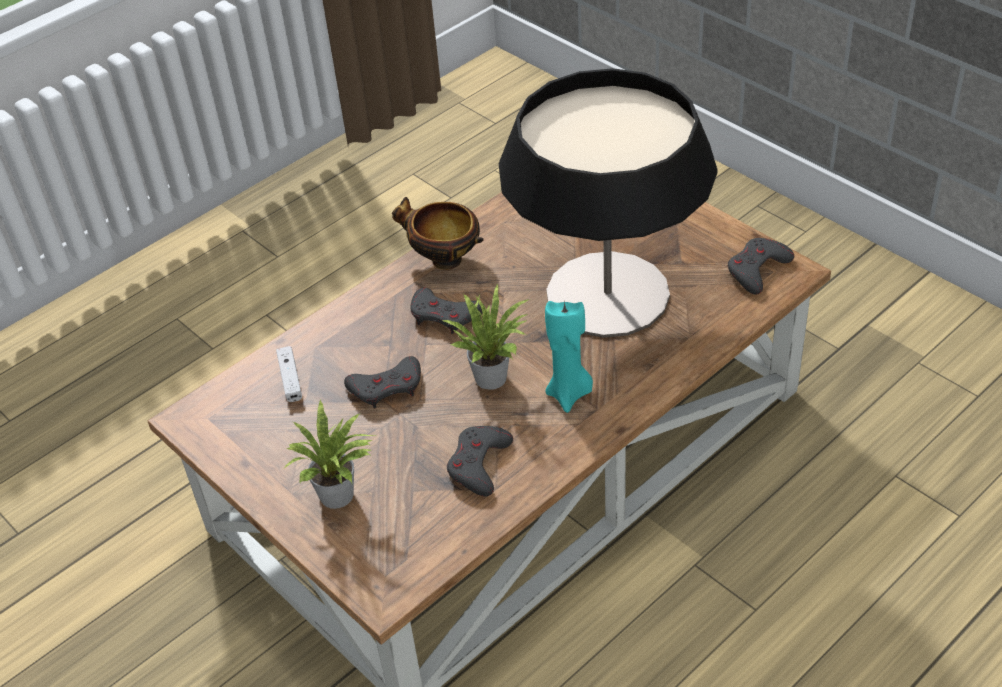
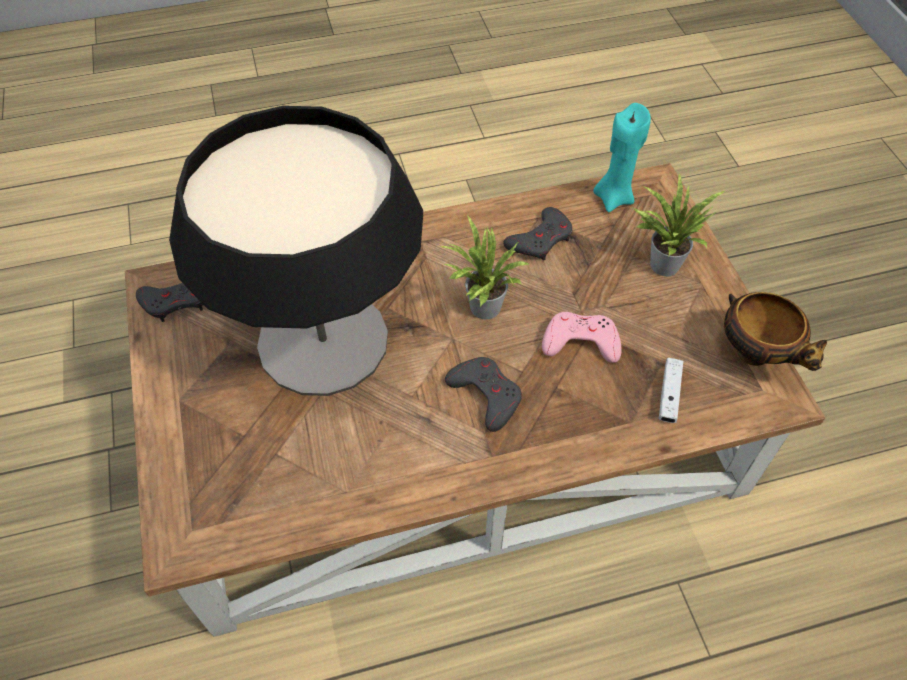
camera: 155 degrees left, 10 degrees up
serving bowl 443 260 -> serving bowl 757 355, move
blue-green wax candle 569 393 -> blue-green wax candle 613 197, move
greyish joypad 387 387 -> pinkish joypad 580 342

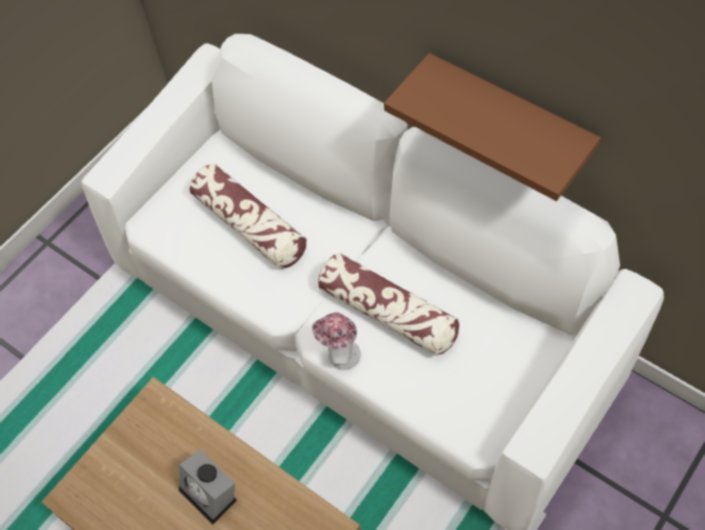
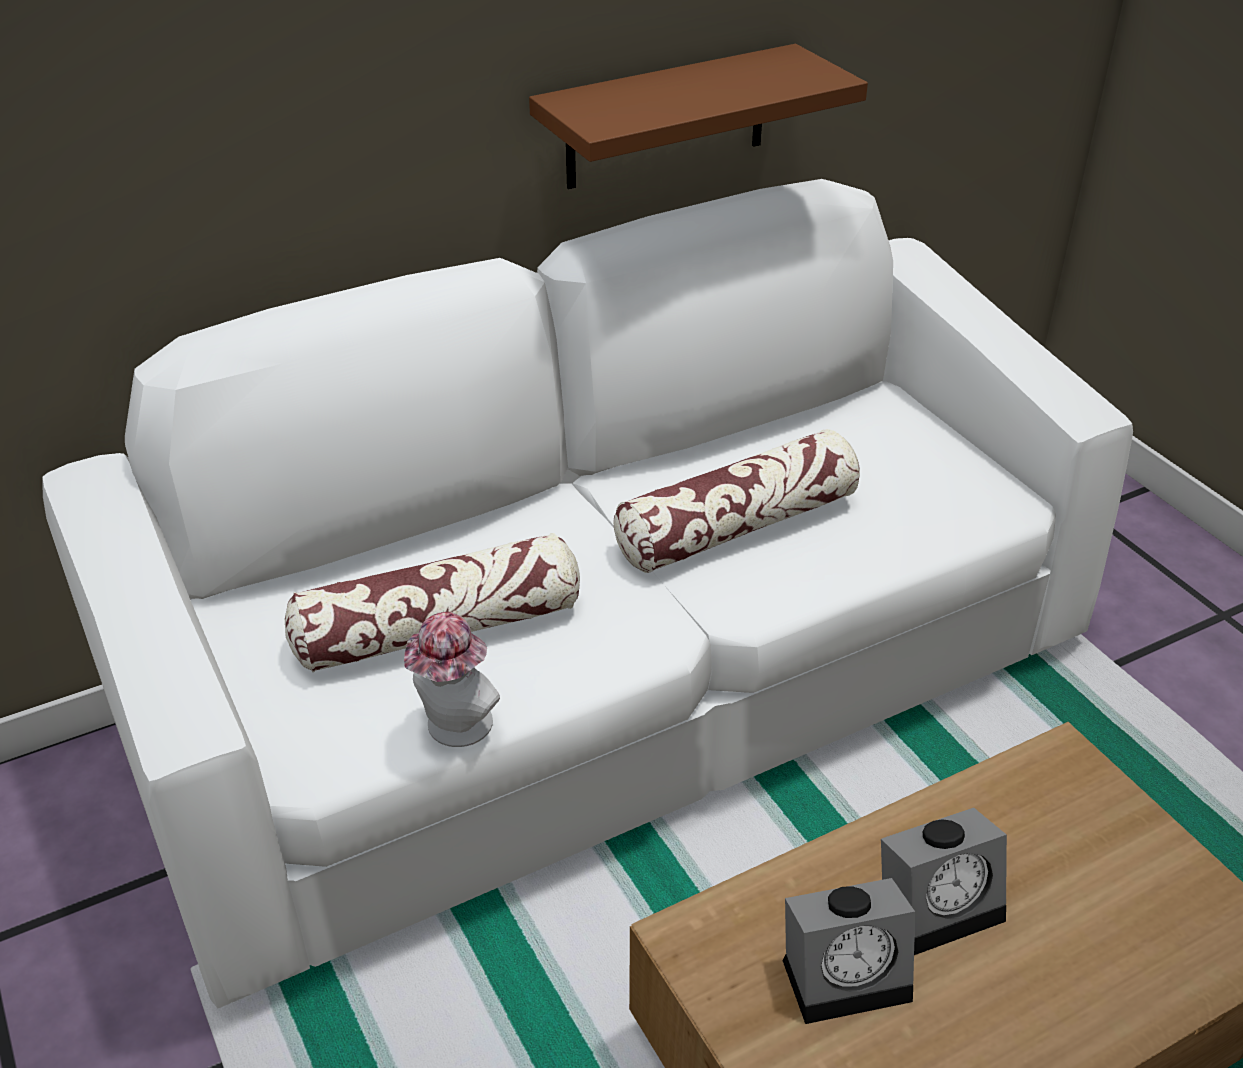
camera: 70 degrees left, 20 degrees down
hat 339 355 -> hat 455 729, move
none -> alarm clock 848 974

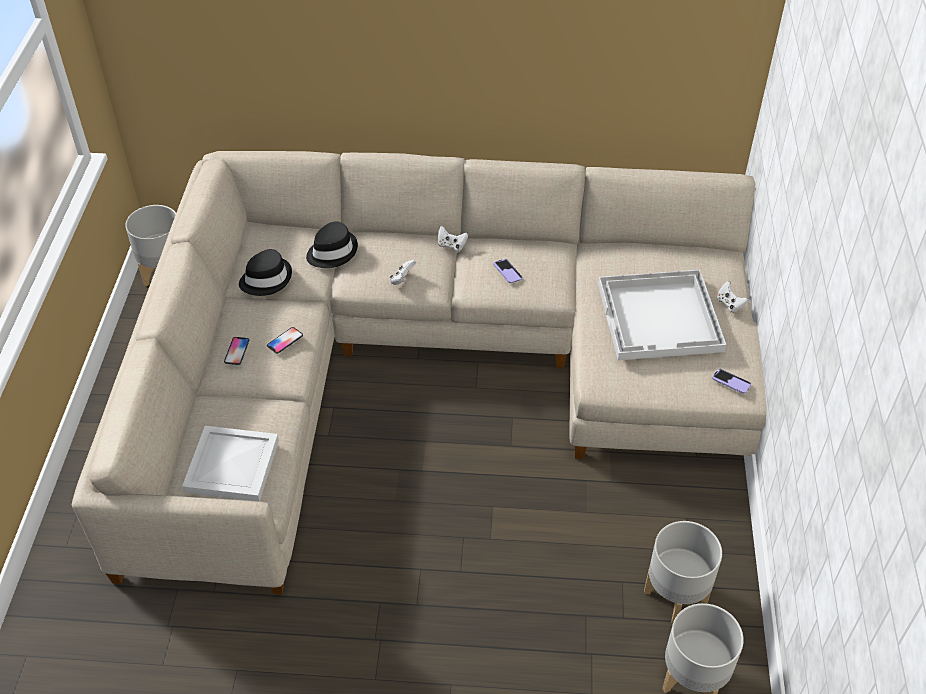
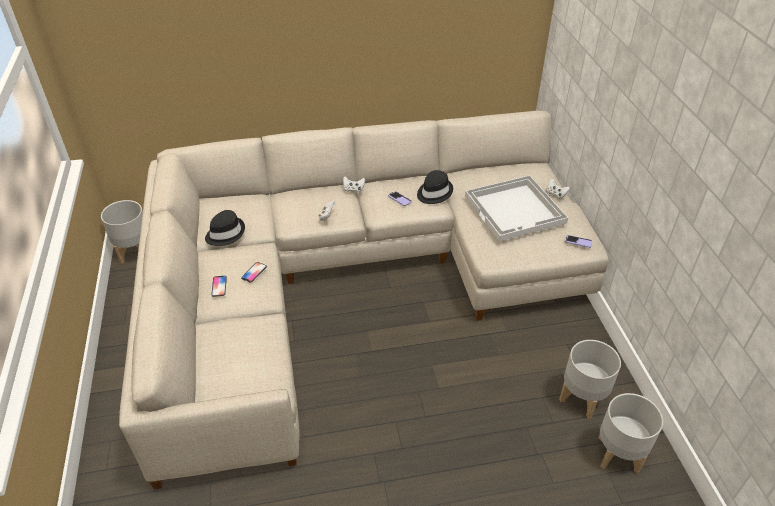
camera: 15 degrees left, 5 degrees down
black-coloured hat 332 251 -> black-coloured hat 434 192, move
white-coloured tray 233 467 -> none

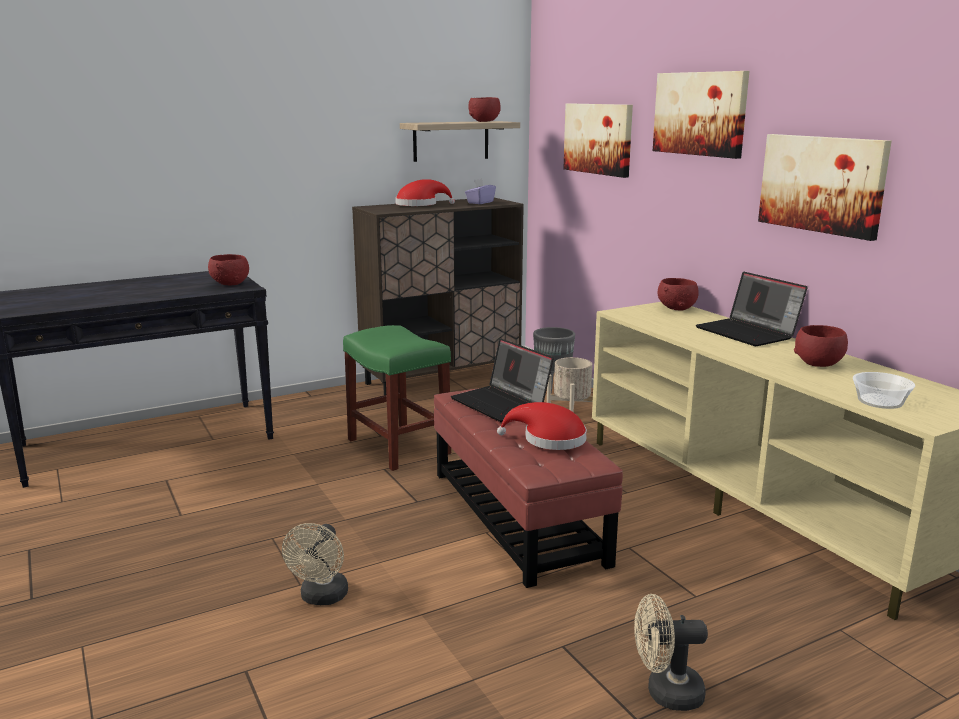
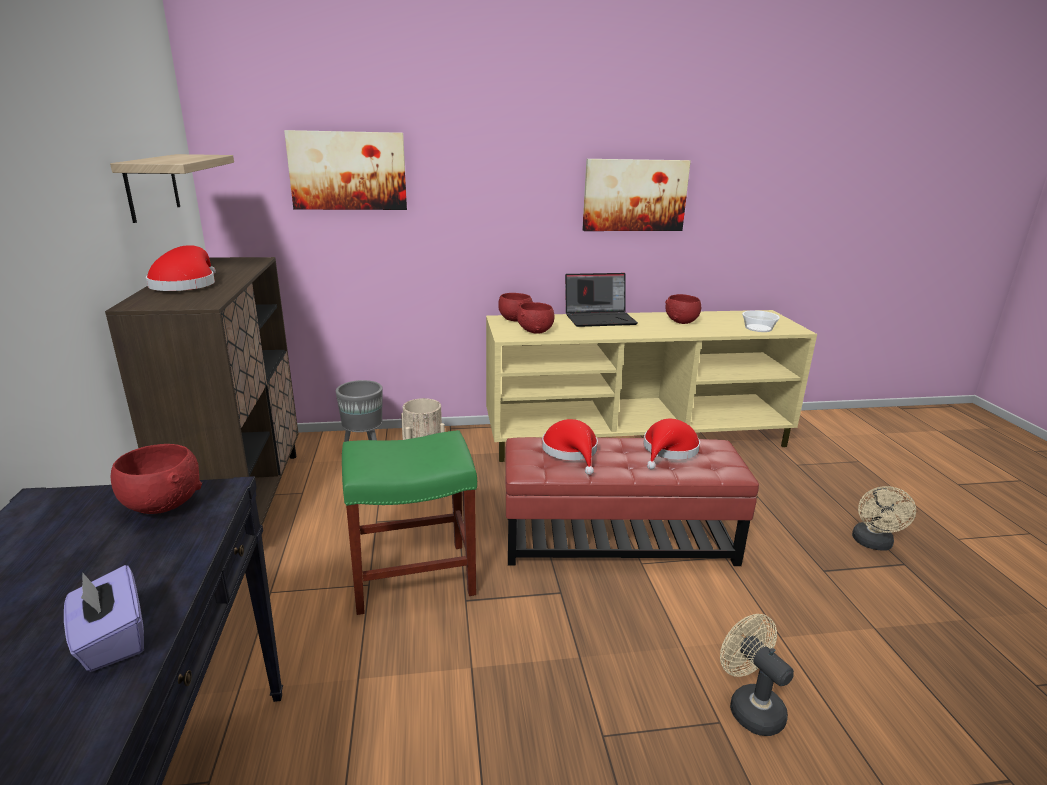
camera: 70 degrees left, 5 degrees up
wall art 700 113 -> none
red-coloured serving bowl 484 121 -> red-coloured serving bowl 535 331, move
purple-coloured box of tissues 480 202 -> purple-coloured box of tissues 111 640, move
laptop 502 403 -> red-coloured hat 571 452
sand-coloured cooling fan 322 598 -> sand-coloured cooling fan 749 706, 150 degrees counterclockwise

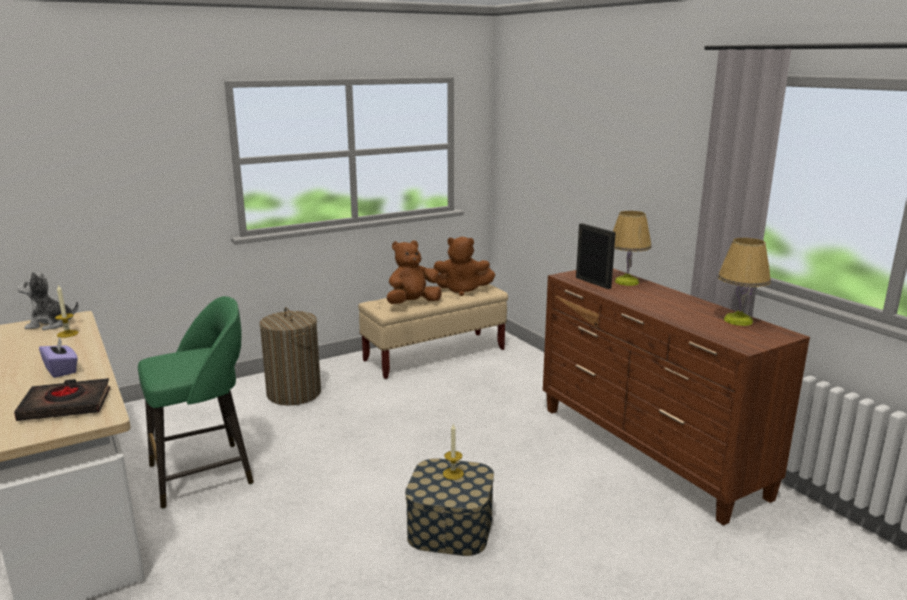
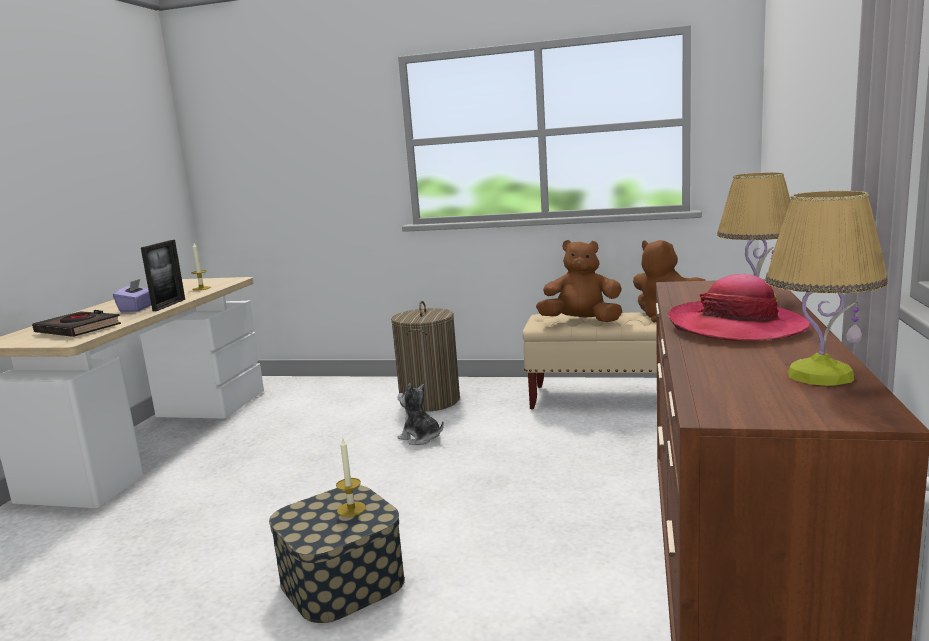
camera: 45 degrees right, 5 degrees down
photo frame 593 282 -> photo frame 169 305, move
plush toy 50 324 -> plush toy 420 438, move
greenish stool 204 473 -> none
none -> hat 736 327

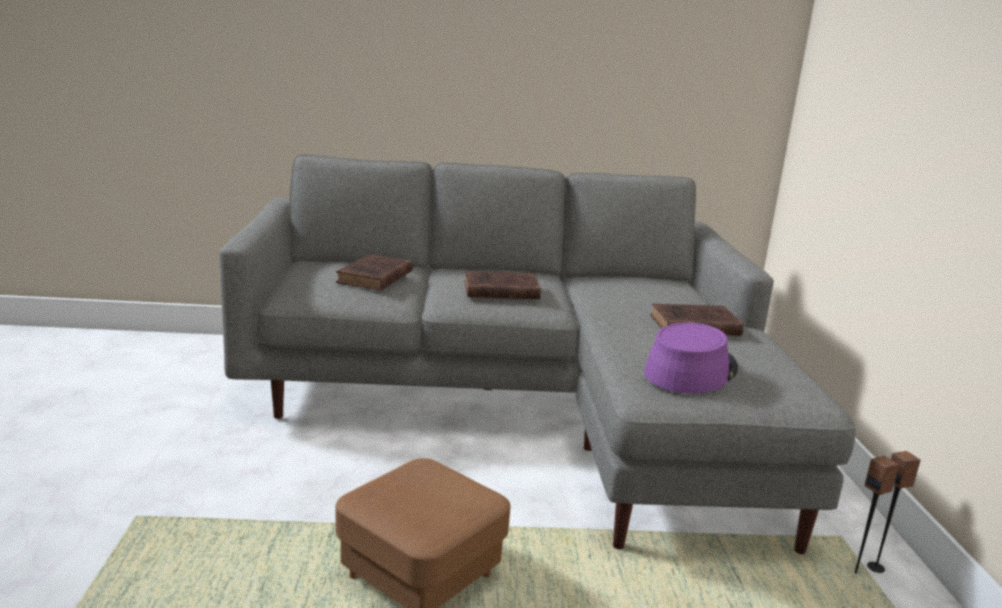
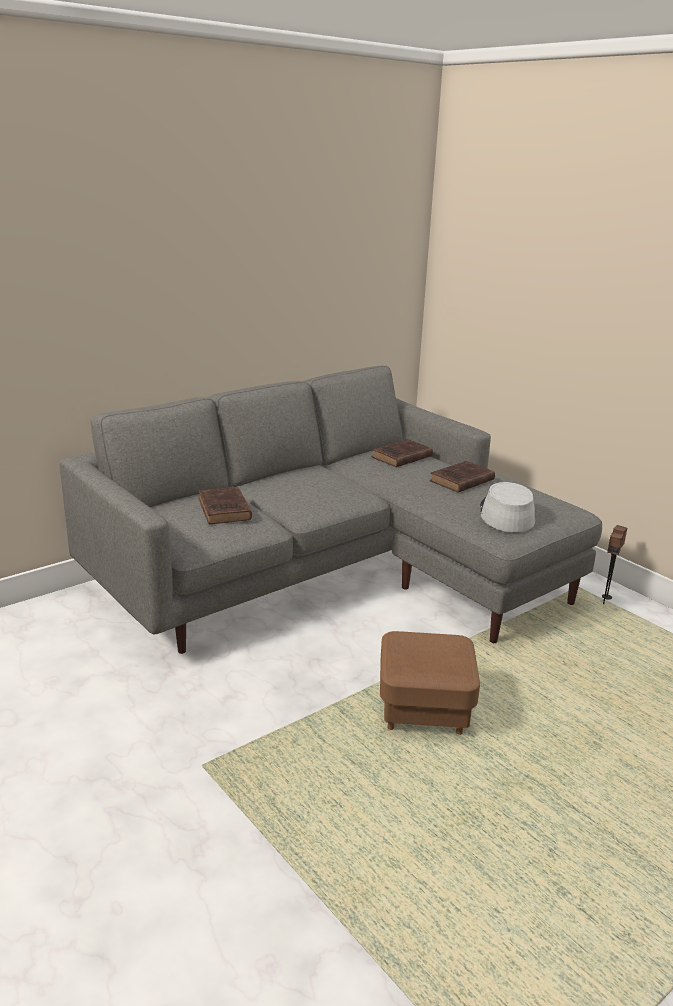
camera: 35 degrees left, 5 degrees up
brown volume 498 291 -> brown volume 400 457, move
purple-coloured hat 690 370 -> greyish hat 506 514

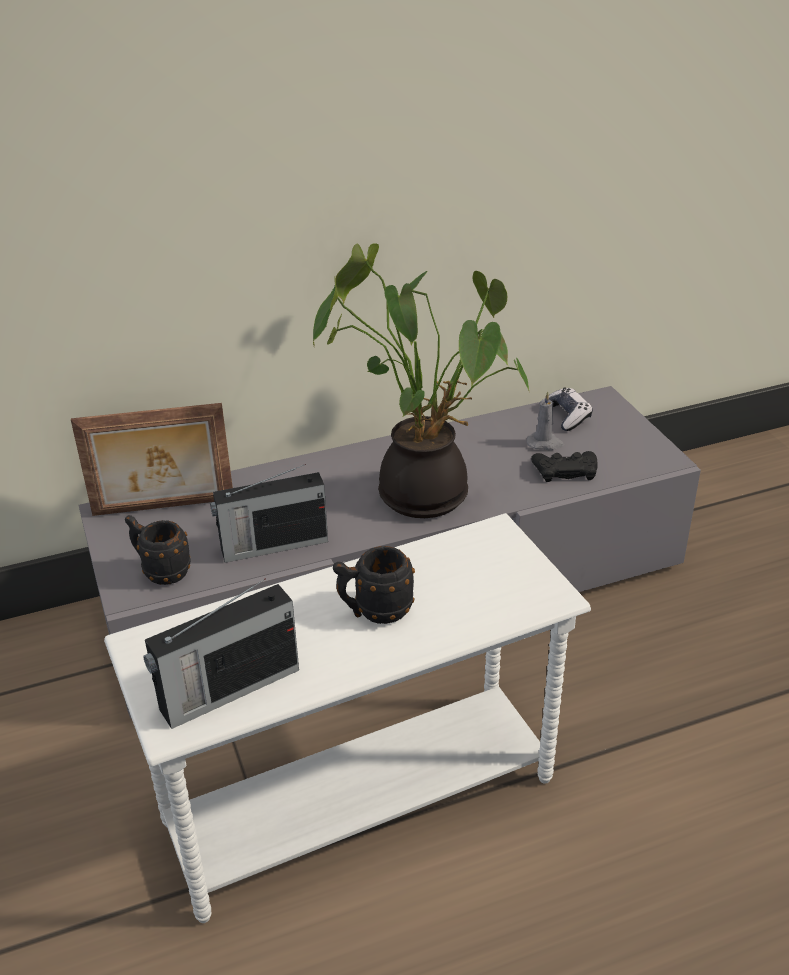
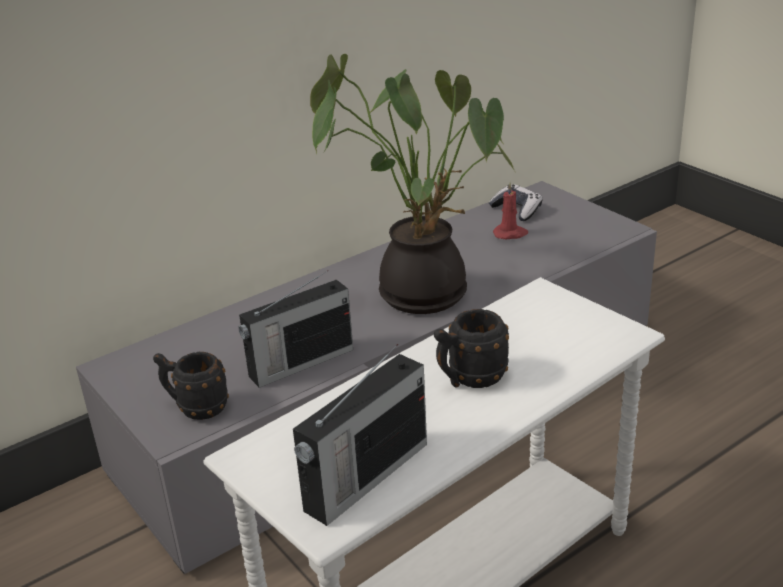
camera: 15 degrees left, 5 degrees down
greyish wax candle 545 443 -> red-coloured wax candle 510 234
photo frame 163 508 -> none
black-coloured joypad 565 470 -> none

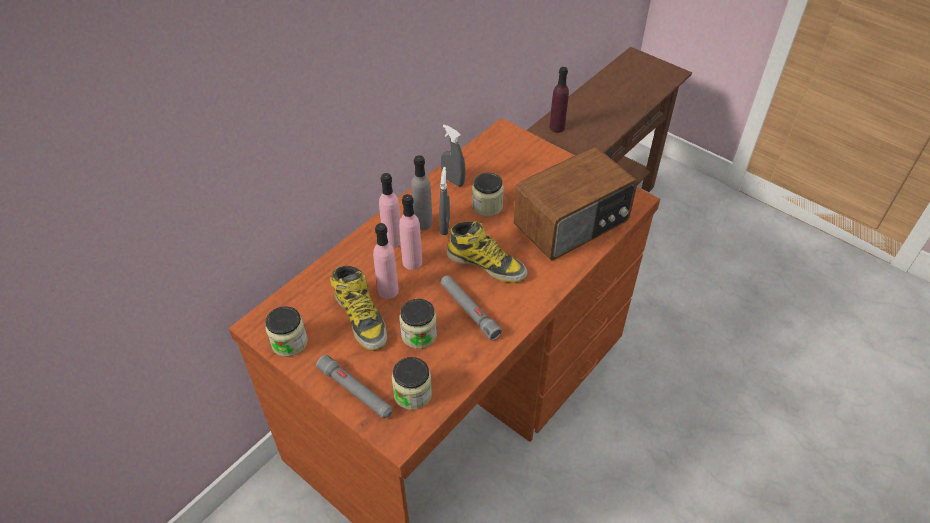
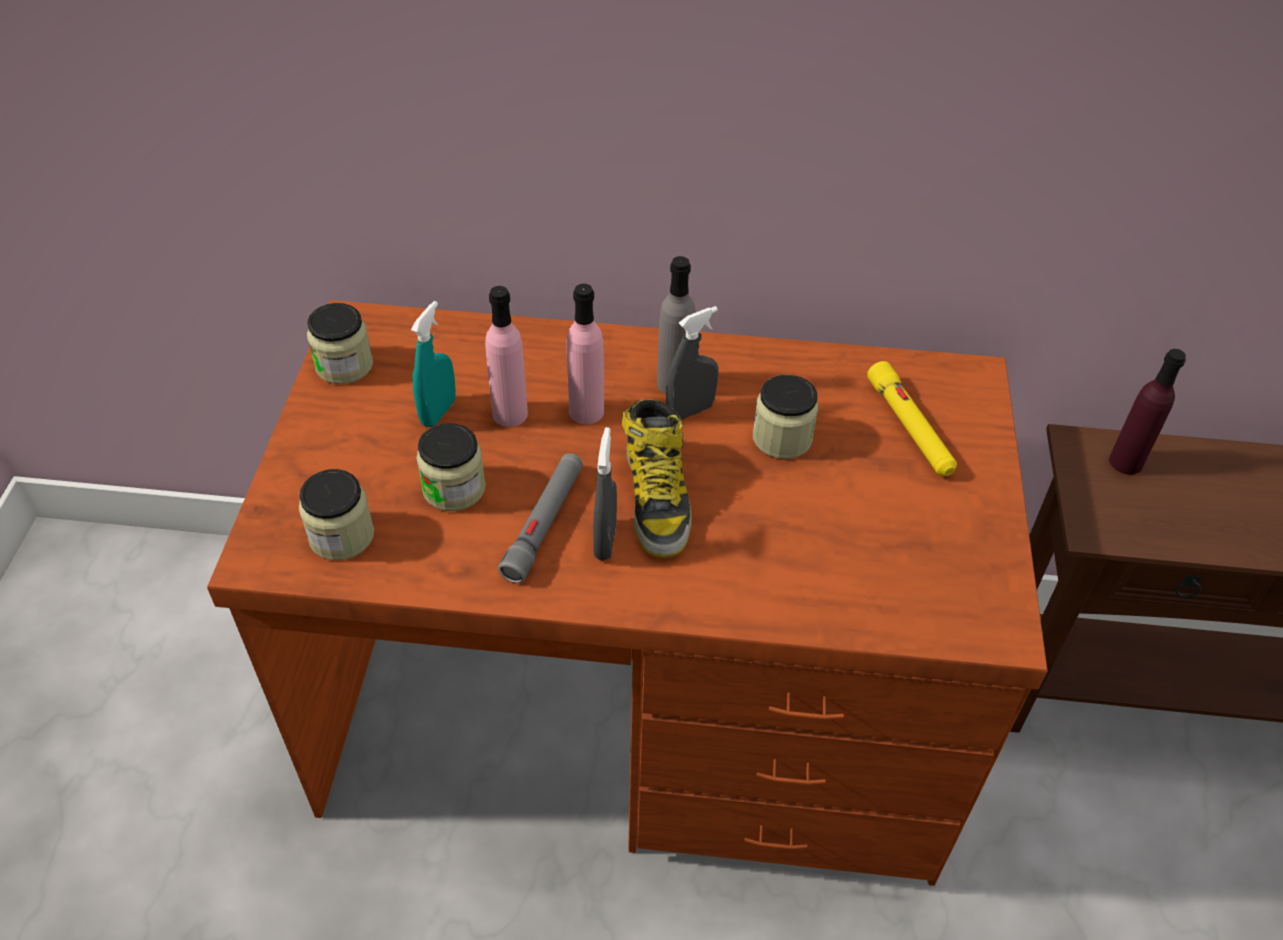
camera: 55 degrees right, 0 degrees up
greyish spray bottle 453 181 -> greyish spray bottle 605 541, move
radio set 573 223 -> none
pinkish drink bottle 392 241 -> none
high-top boot 361 318 -> blue-green spray bottle 438 412
greyish torch 355 391 -> none
none -> yellow-coloured torch 910 428

